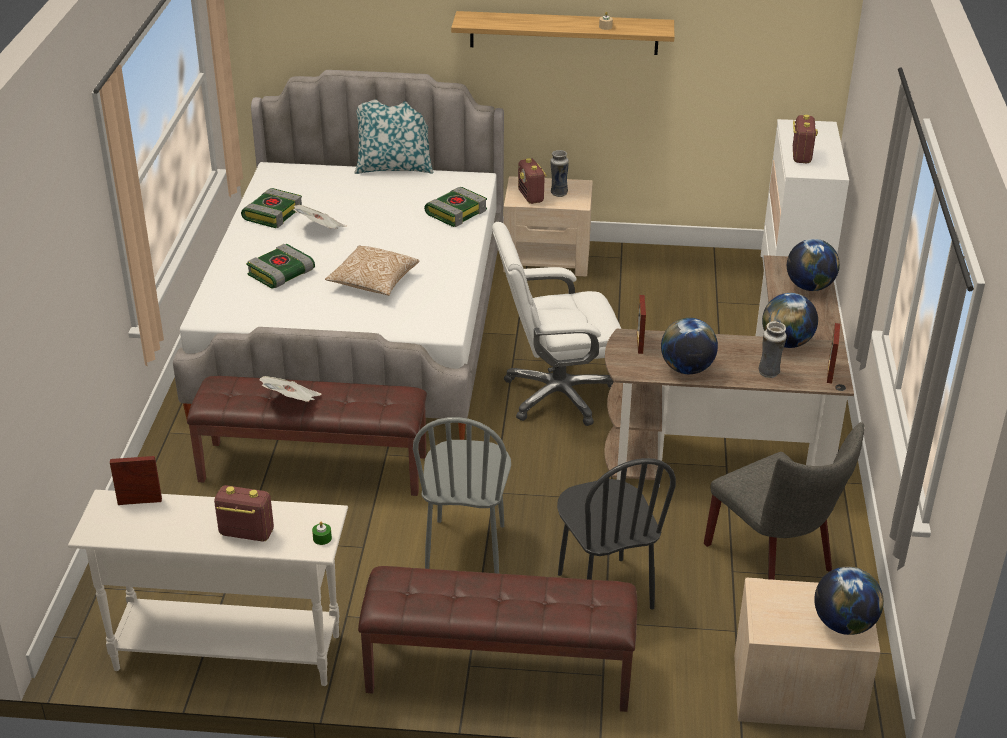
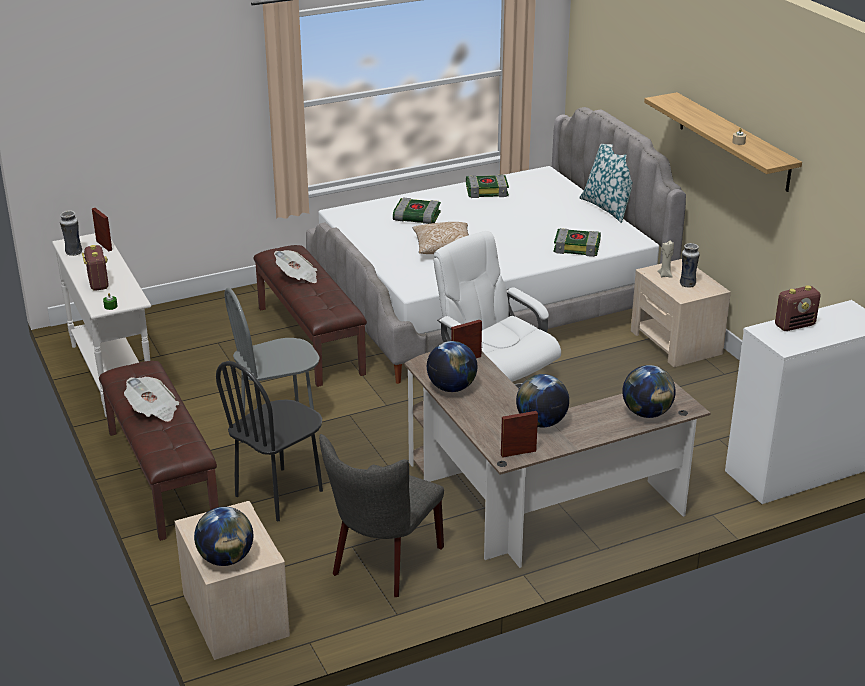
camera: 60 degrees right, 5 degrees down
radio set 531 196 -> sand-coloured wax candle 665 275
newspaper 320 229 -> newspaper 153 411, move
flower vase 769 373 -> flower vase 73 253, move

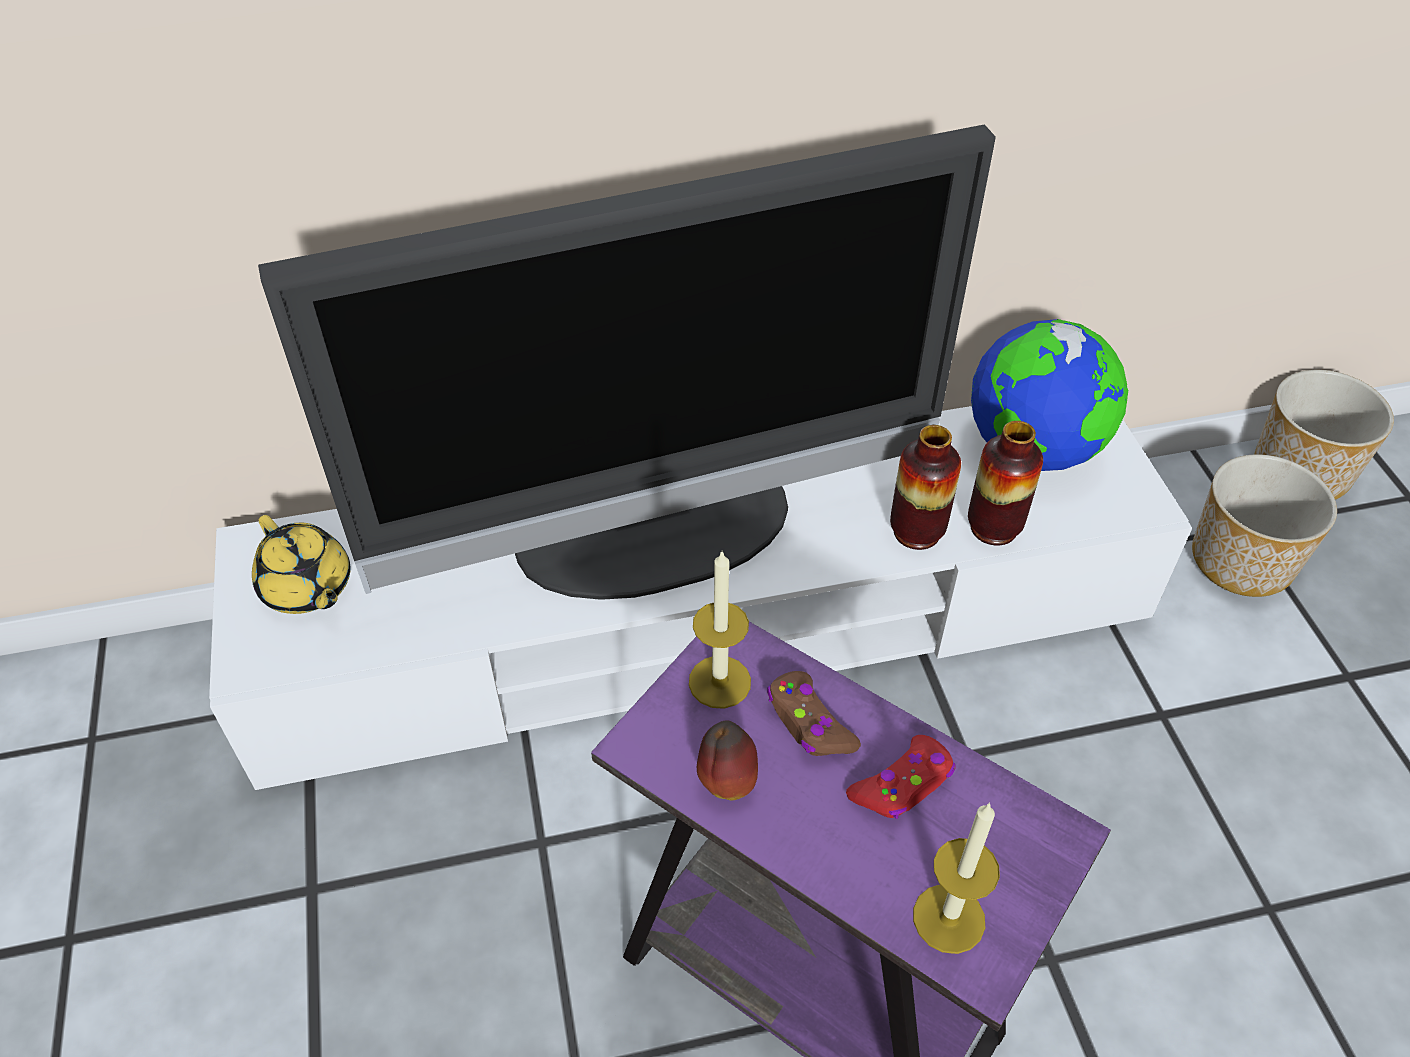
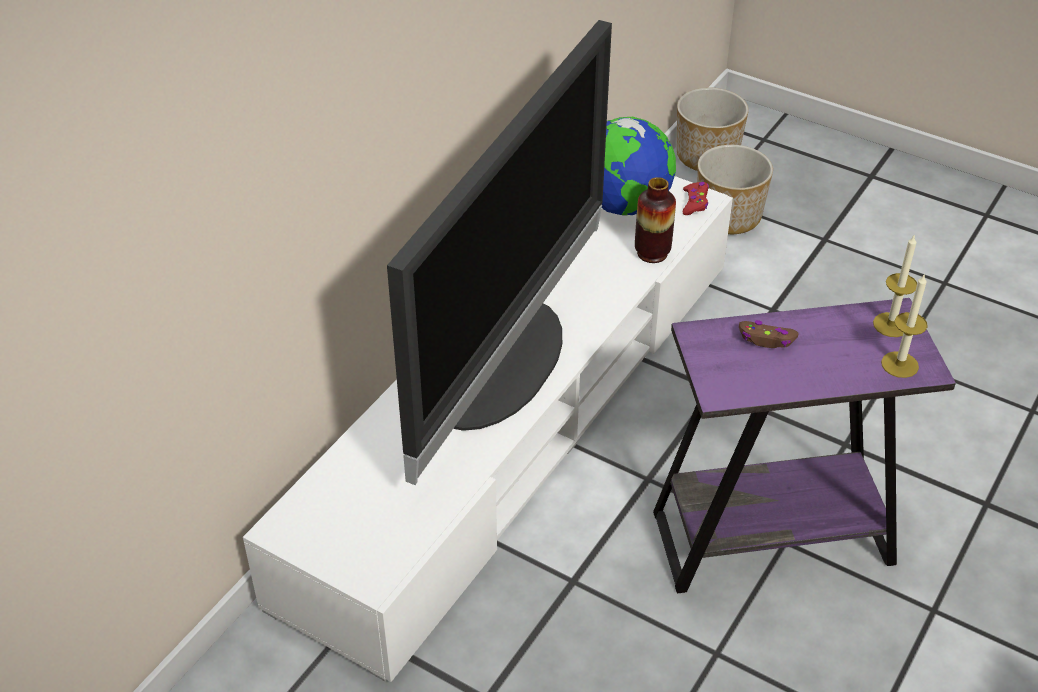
camera: 45 degrees left, 5 degrees down
flower vase 916 532 -> none
yellow-coloured teapot 307 588 -> none
wax candle 719 682 -> wax candle 891 325, move
apple fruit 726 781 -> none
red-coloured joypad 903 785 -> red-coloured joypad 695 202, move

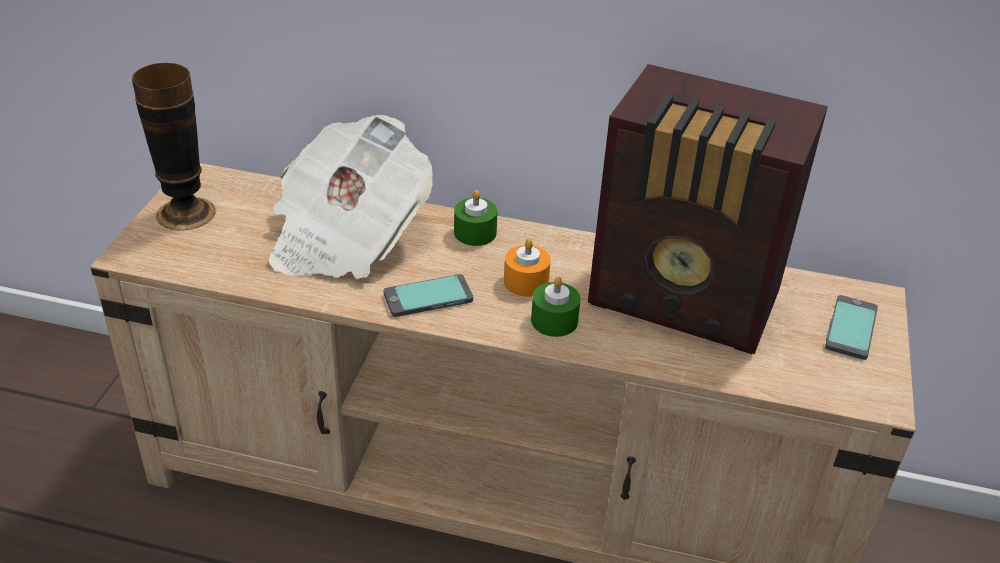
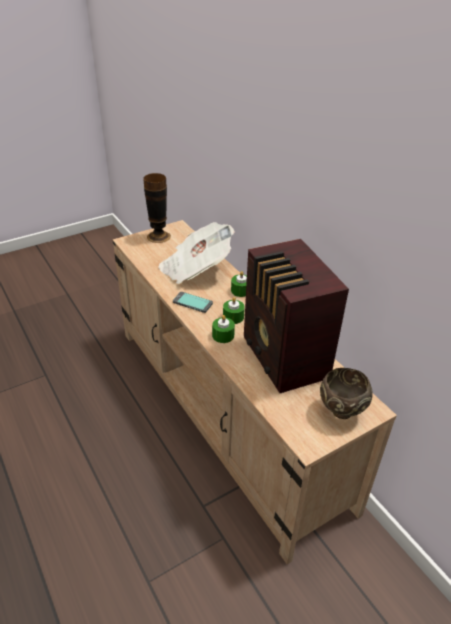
camera: 45 degrees right, 0 degrees up
orangey wax candle 526 282 -> greenish wax candle 233 317
telephone 850 328 -> brown serving bowl 340 412

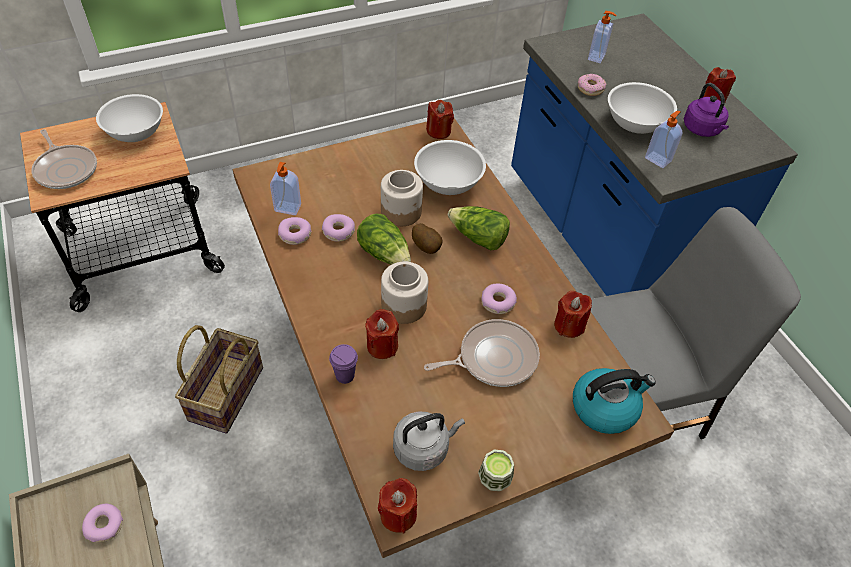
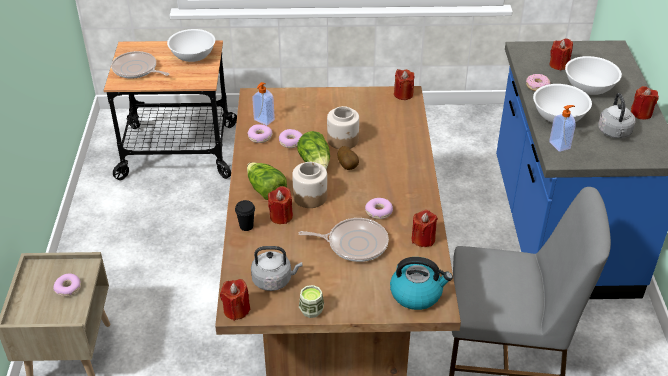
camera: 25 degrees right, 10 degrees down
soap dispenser 597 57 -> red-coloured wax candle 559 65
purple-coloured tea kettle 702 130 -> greyish tea kettle 614 133
pan 66 169 -> pan 136 69, 135 degrees clockwise
white-coloured serving bowl 448 183 -> white-coloured serving bowl 589 88, move
head of lettuce 478 238 -> head of lettuce 265 190, move
household basket 225 393 -> none
purple-coloured small cup 345 375 -> black-coloured small cup 246 226

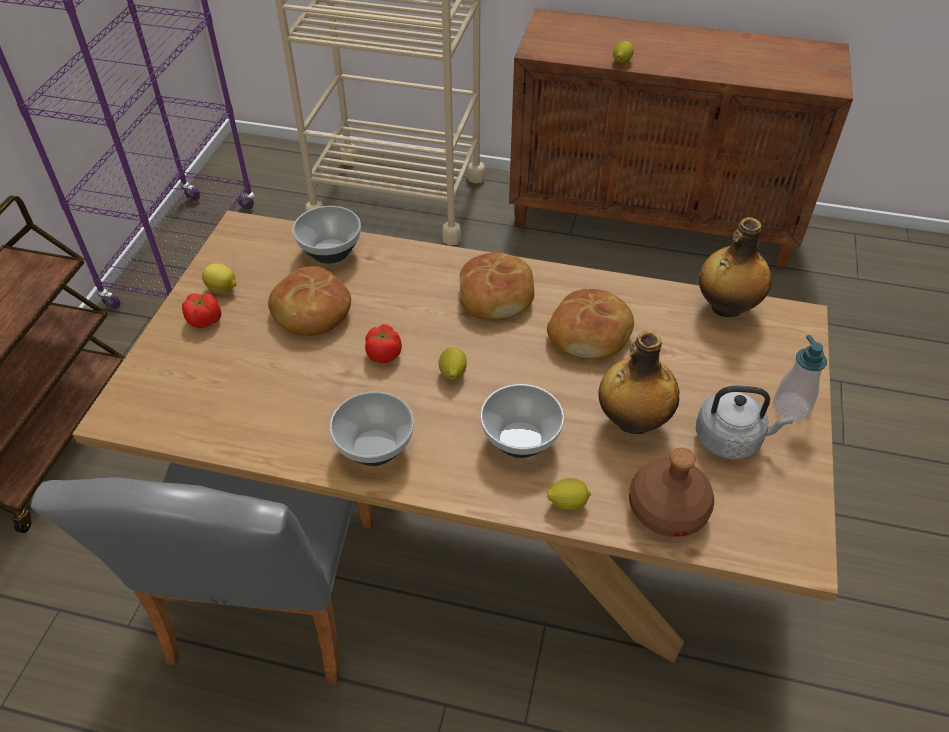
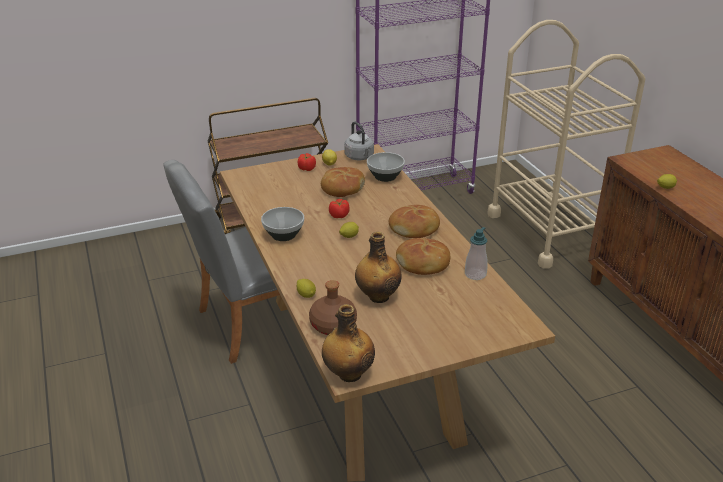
camera: 55 degrees right, 15 degrees down
drink bottle 725 307 -> drink bottle 348 373, move
soap dispenser 791 407 -> soap dispenser 475 274, move
serving bowl 520 441 -> none
greyish tea kettle 731 439 -> greyish tea kettle 360 157, move

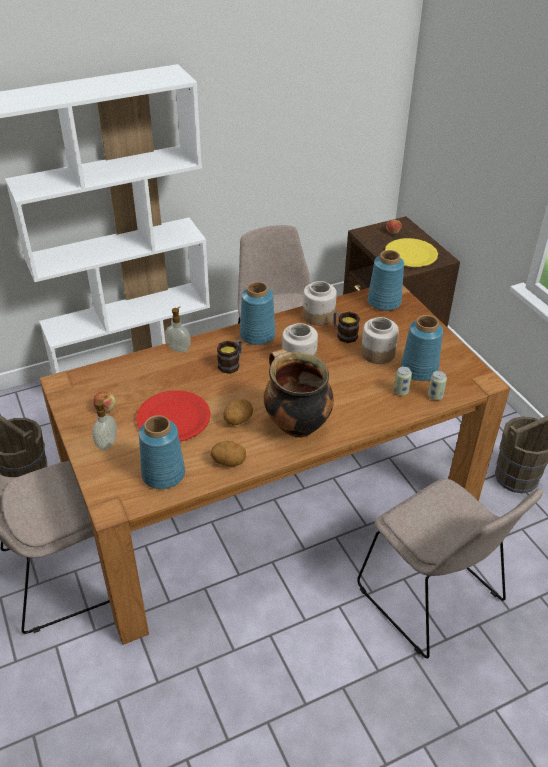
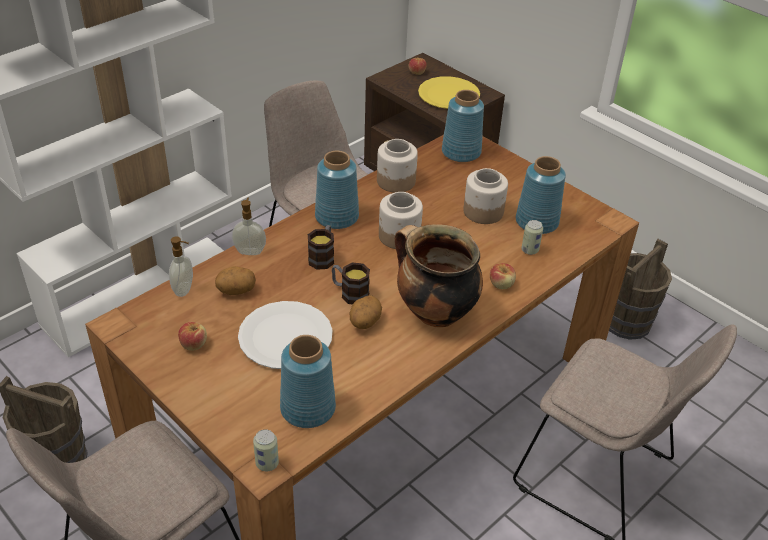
camera: 20 degrees left, 0 degrees up
coffee mug 344 334 -> coffee mug 350 293, move
can 435 396 -> can 267 463, move
red-coloured flat dish 173 418 -> white-coloured flat dish 285 337
soap dispenser 108 444 -> soap dispenser 184 289, move
spud 229 462 -> spud 236 291, move
none -> apple fruit 501 284

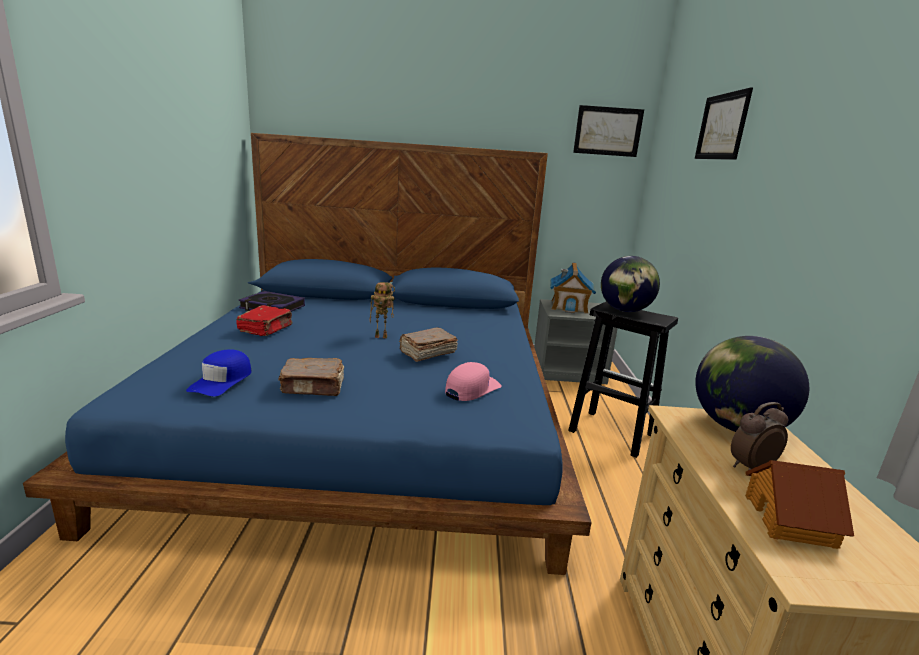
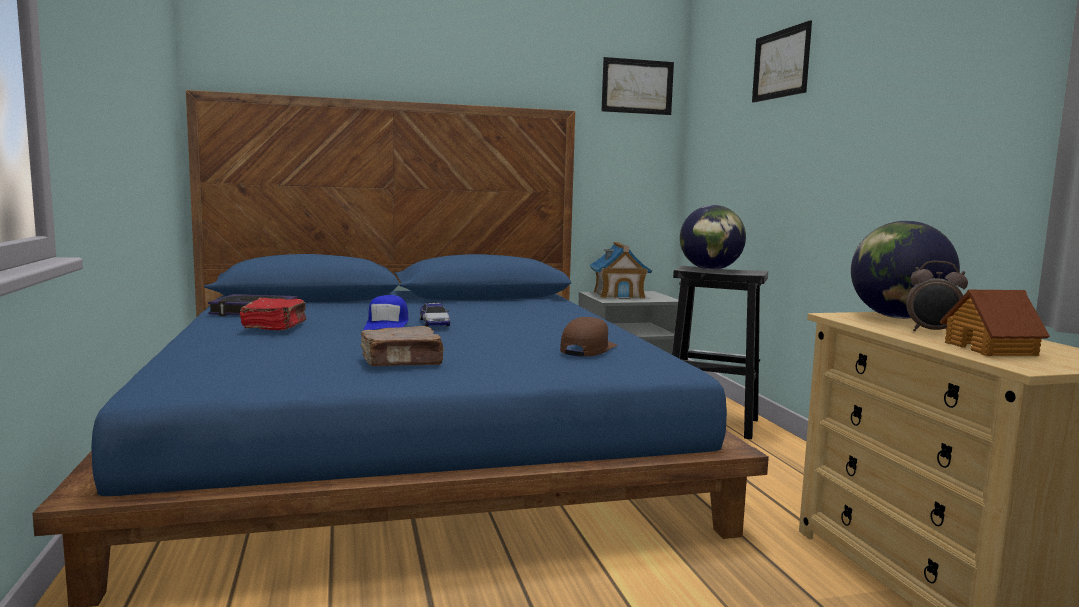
camera: 15 degrees left, 10 degrees down
model robot 382 336 -> miniature car 434 322
brown volume 427 353 -> none
blue-coloured cap 222 381 -> blue-coloured cap 387 325, move
pinkish cap 472 389 -> brown cap 588 349
alarm clock 749 467 -> alarm clock 932 332, 120 degrees counterclockwise

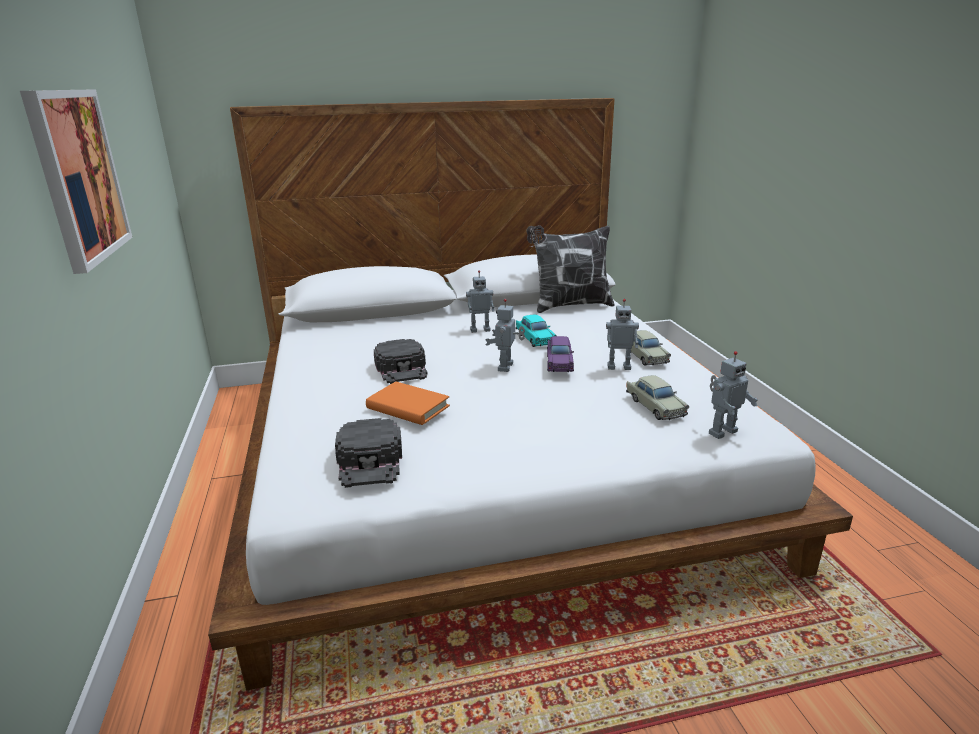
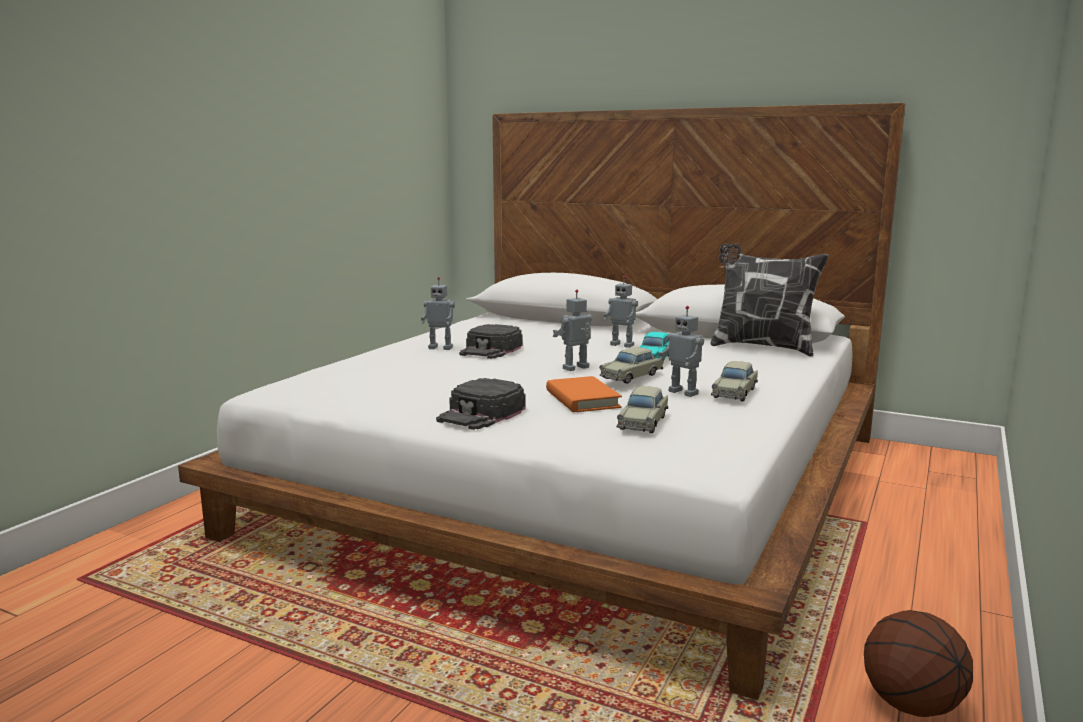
camera: 40 degrees right, 10 degrees down
wall art 78 176 -> none
purple-coloured miniature car 559 362 -> sand-coloured miniature car 632 376
model robot 721 432 -> model robot 441 348, move
orangey volume 408 407 -> orangey volume 582 399, move
black-coloured cap 370 460 -> black-coloured cap 481 414, move
none -> ball for basketball 910 704

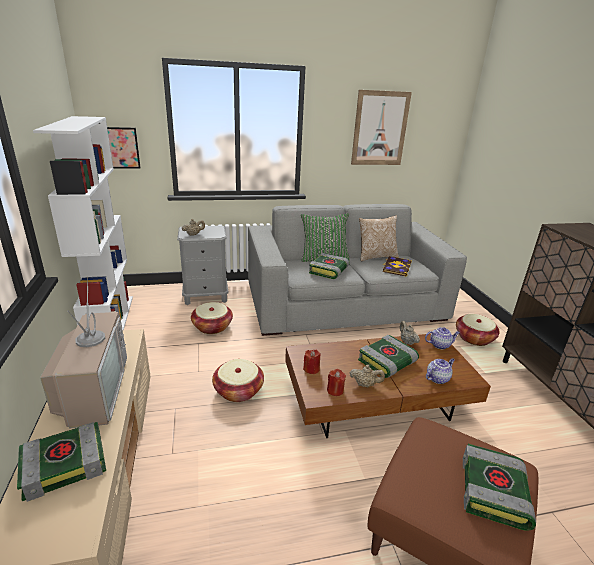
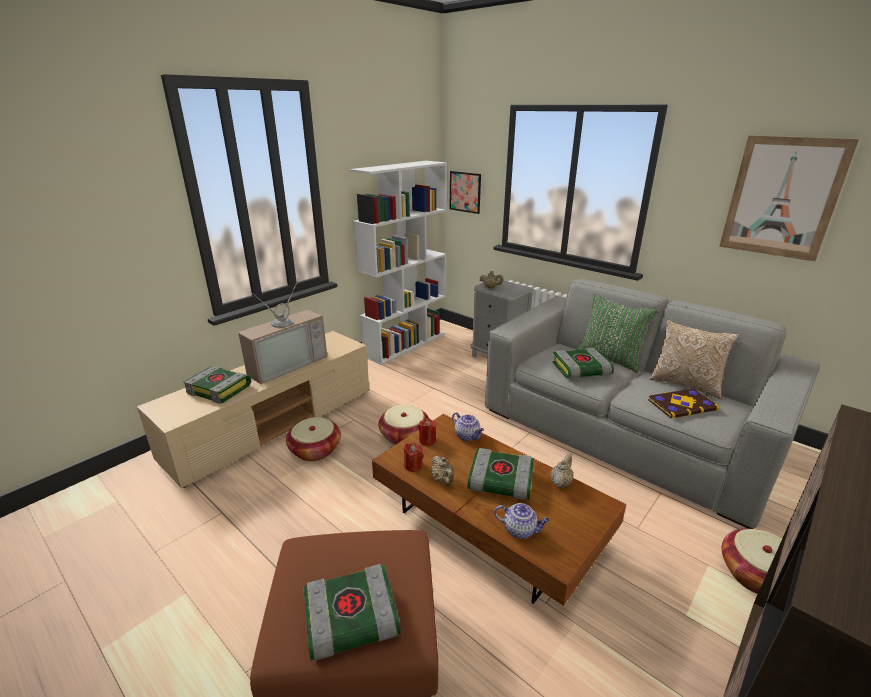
camera: 55 degrees right, 0 degrees up
household basket 212 327 -> household basket 315 450, move
teapot 440 345 -> teapot 467 436, move

